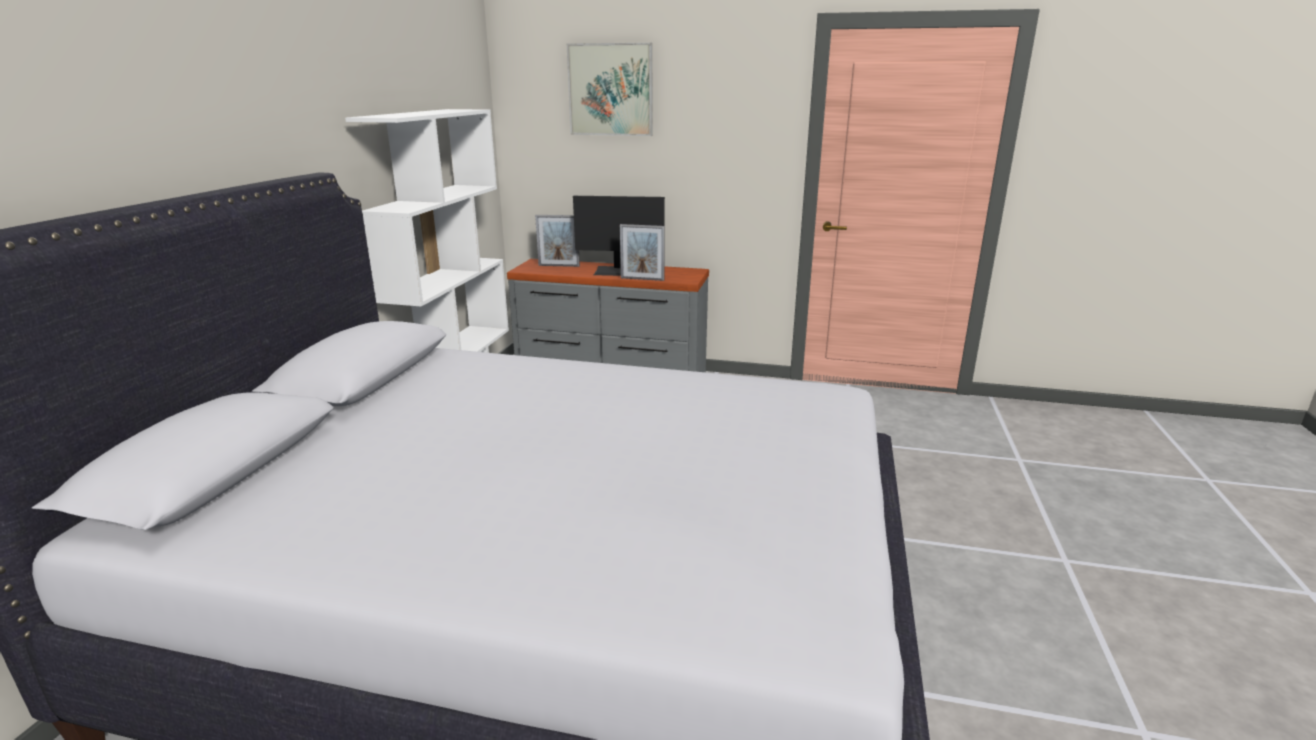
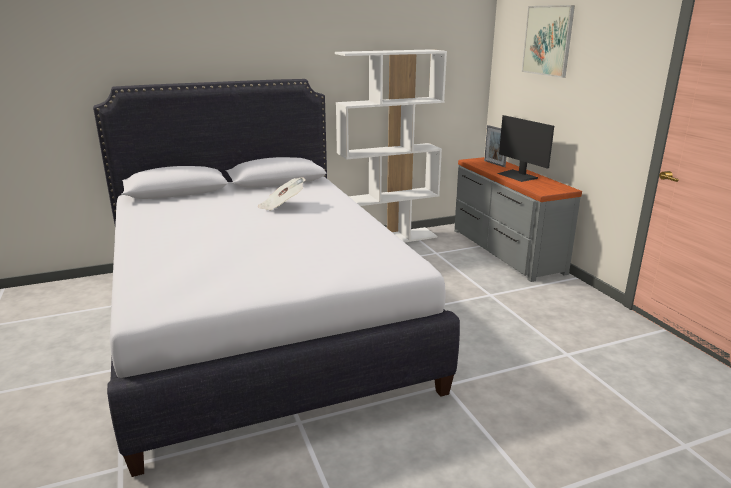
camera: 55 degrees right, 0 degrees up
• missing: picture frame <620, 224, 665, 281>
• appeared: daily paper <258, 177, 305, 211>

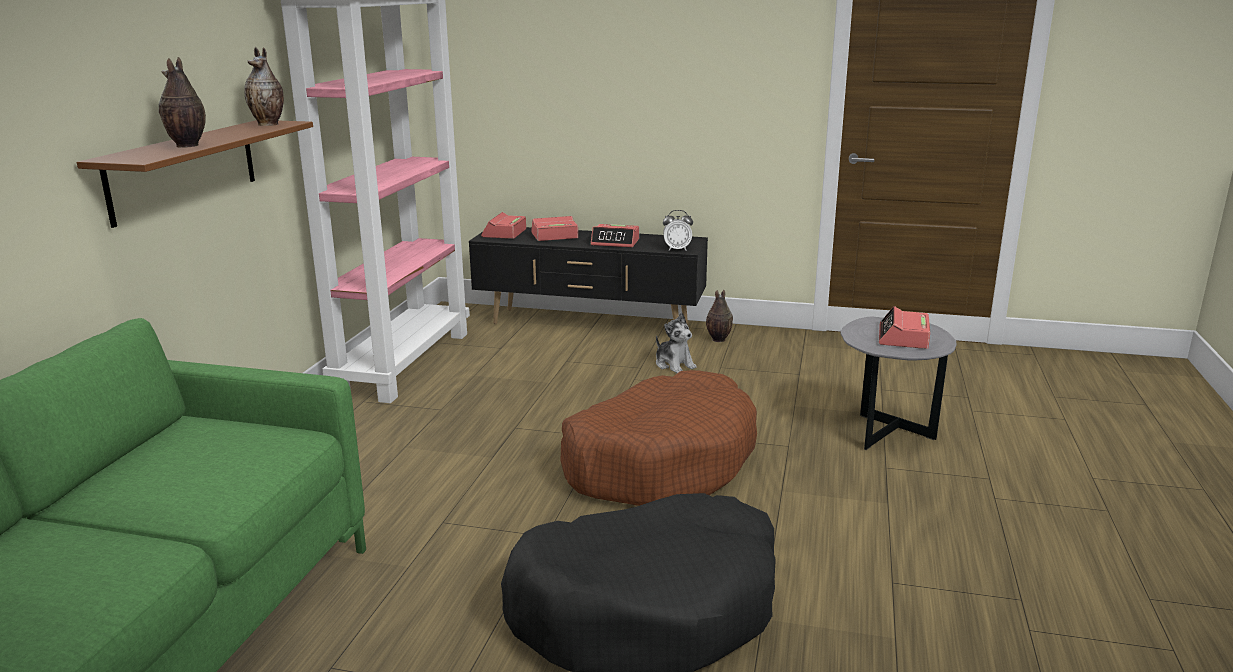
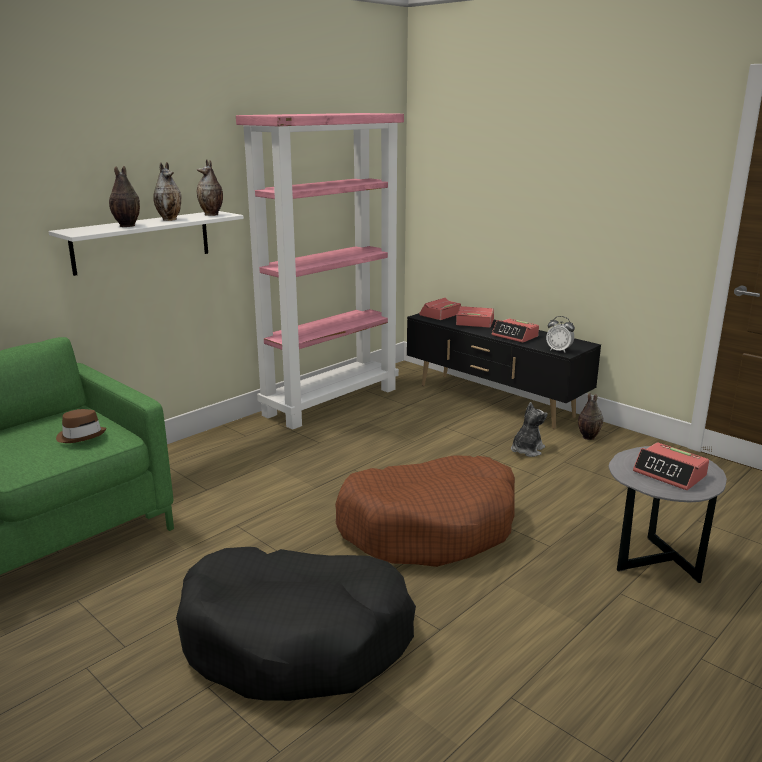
camera: 30 degrees right, 0 degrees up
• appeared: brown-coloured clothing hat <56, 409, 106, 443>
• appeared: vase <153, 162, 182, 221>
• colour: brown-coloured shelf <77, 120, 313, 228> to white shelf <49, 211, 244, 276>
• spun: soft toy <656, 312, 697, 373> = <511, 402, 547, 457> 135 degrees counterclockwise
• spun: bedside clock <879, 306, 930, 349> = <633, 442, 709, 490> 90 degrees counterclockwise

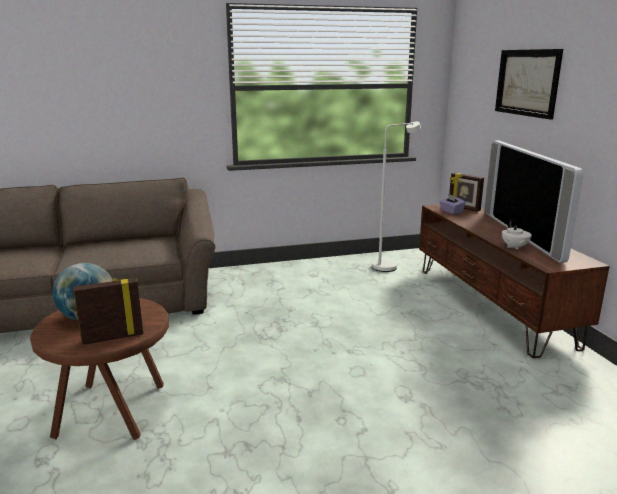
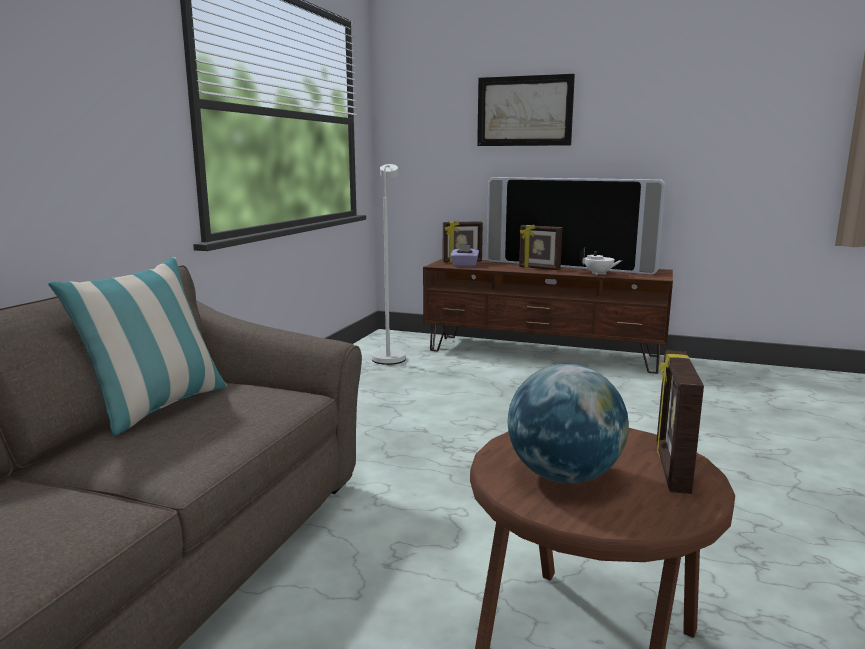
camera: 55 degrees left, 5 degrees down
• appeared: cushion <48, 257, 227, 436>
• appeared: picture frame <519, 224, 563, 270>

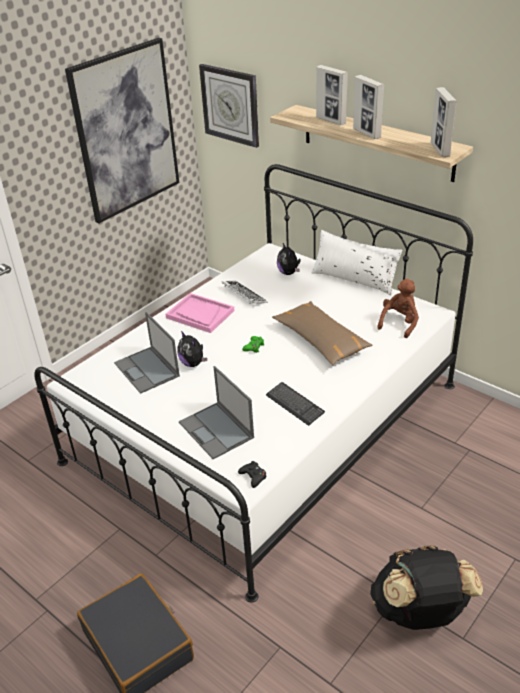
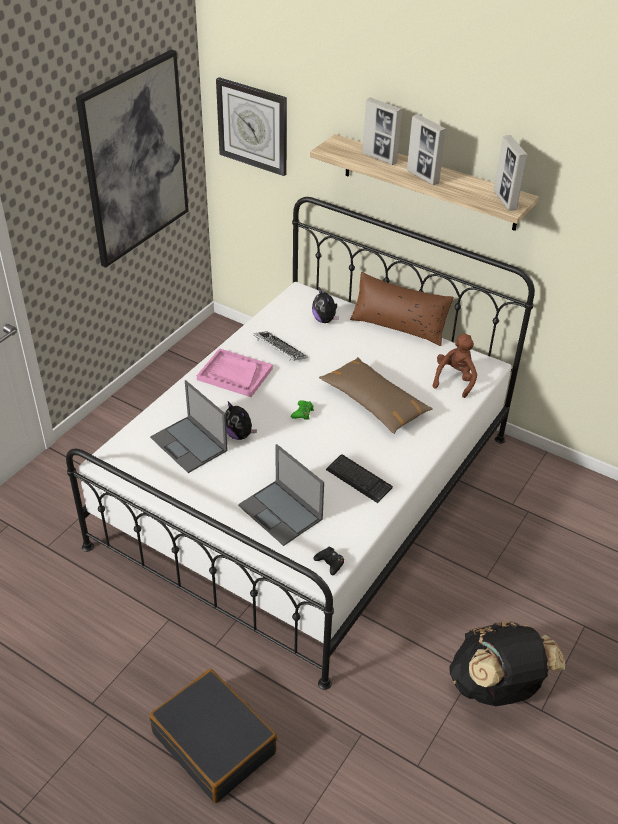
camera: 10 degrees left, 5 degrees up
• colour: white cushion <311, 230, 402, 295> to brown-coloured cushion <350, 272, 454, 346>

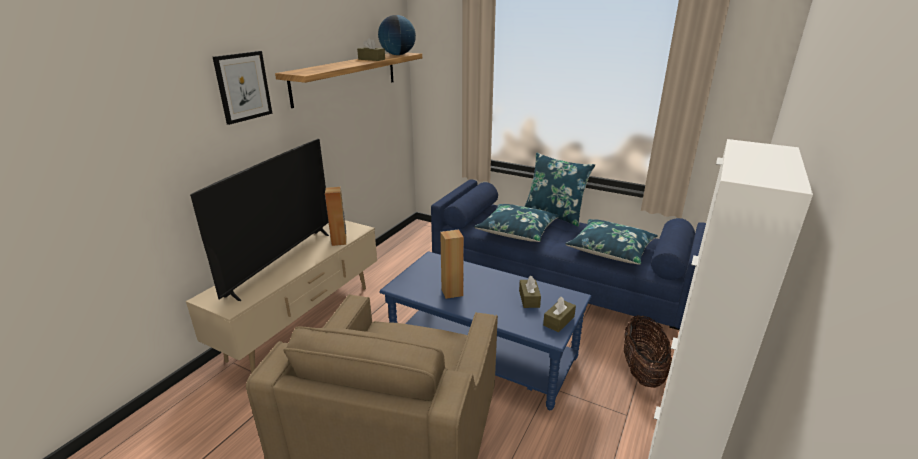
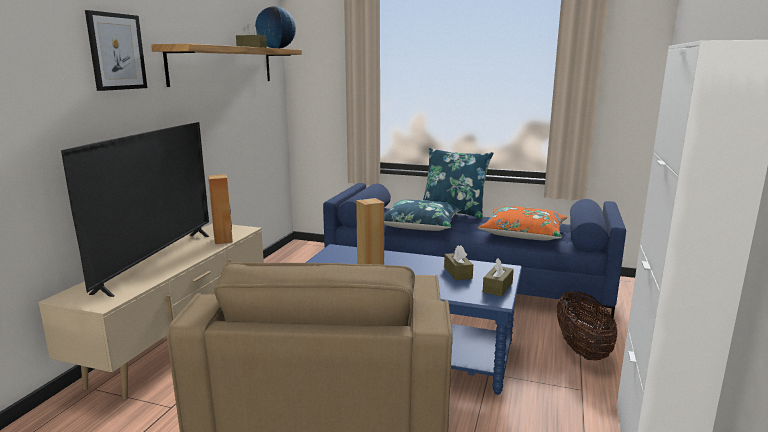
camera: 10 degrees left, 10 degrees down
• colour: blue cushion <565, 219, 658, 265> to orangey cushion <478, 206, 567, 241>

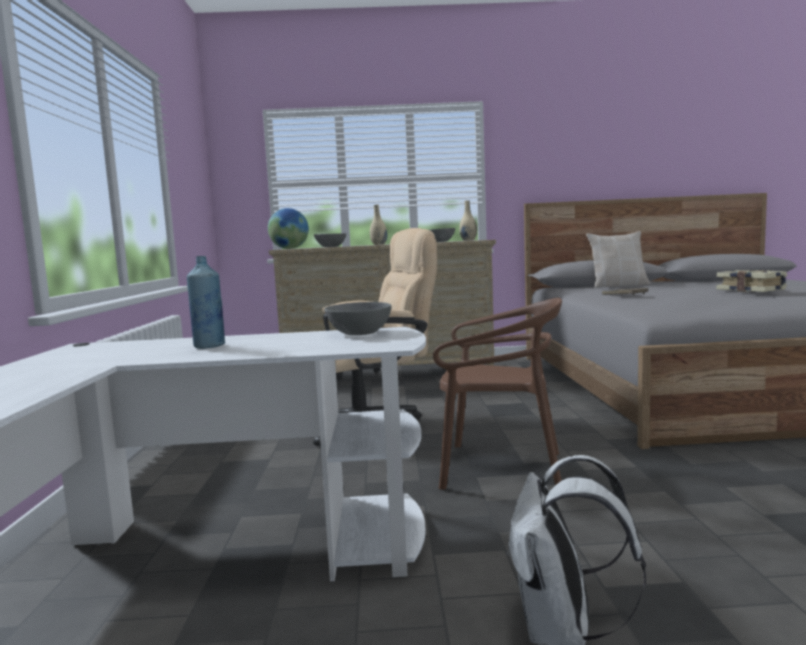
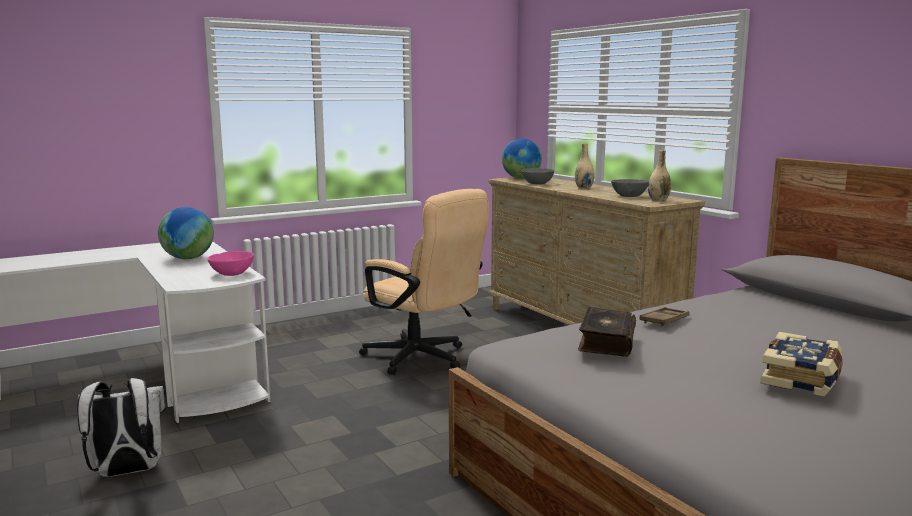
camera: 60 degrees right, 5 degrees up
• missing: brown-coloured plain chair <433, 298, 562, 490>
• missing: beige cushion <586, 231, 650, 288>
• appeared: book <578, 307, 636, 357>
• exchanged: blue drink bottle <187, 256, 225, 349> to globe <158, 207, 214, 259>
• colour: greyish serving bowl <325, 302, 391, 335> to pink-coloured serving bowl <207, 251, 254, 276>

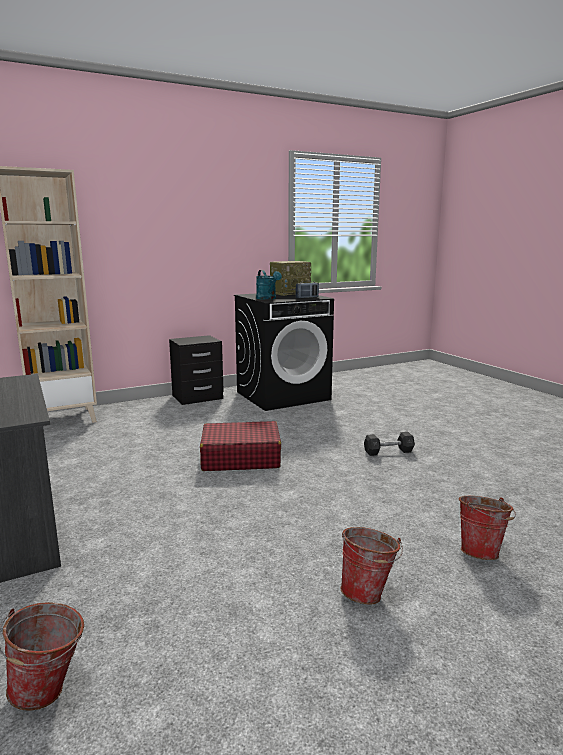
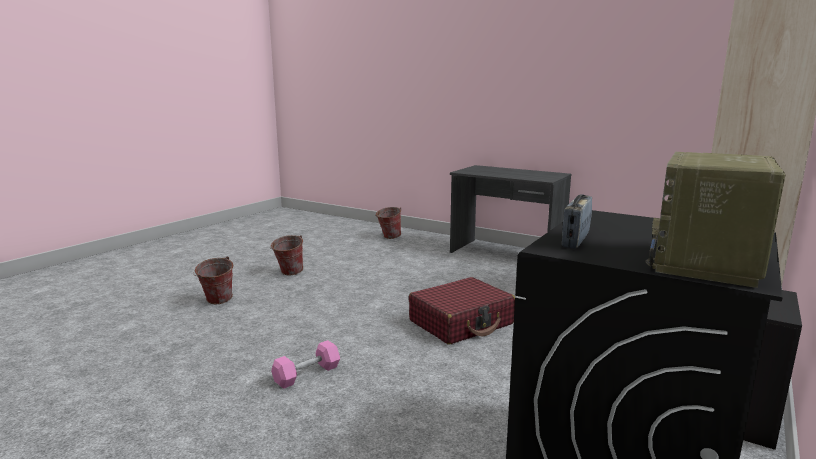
camera: 150 degrees right, 0 degrees up
• missing: blue-green watering pot <256, 270, 282, 300>
• colour: greyish hand weight <364, 432, 415, 456> to pink-coloured hand weight <271, 340, 340, 389>

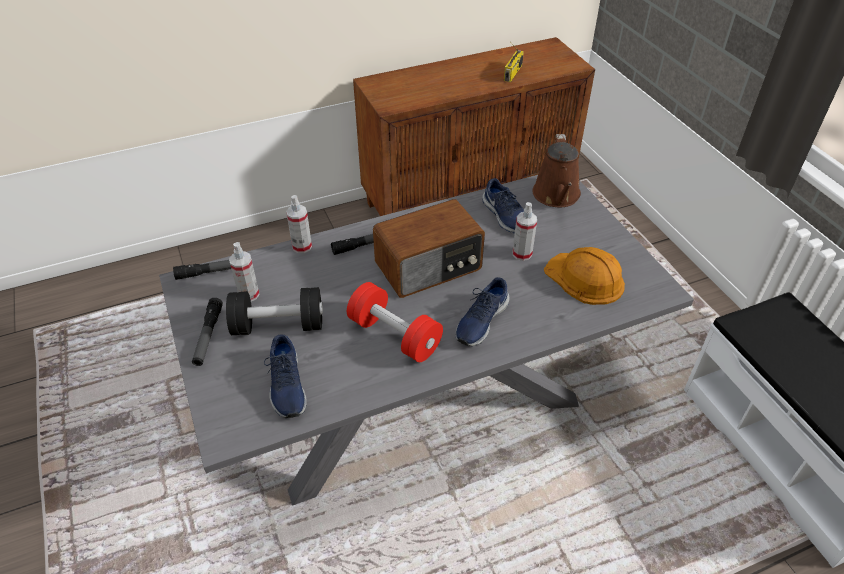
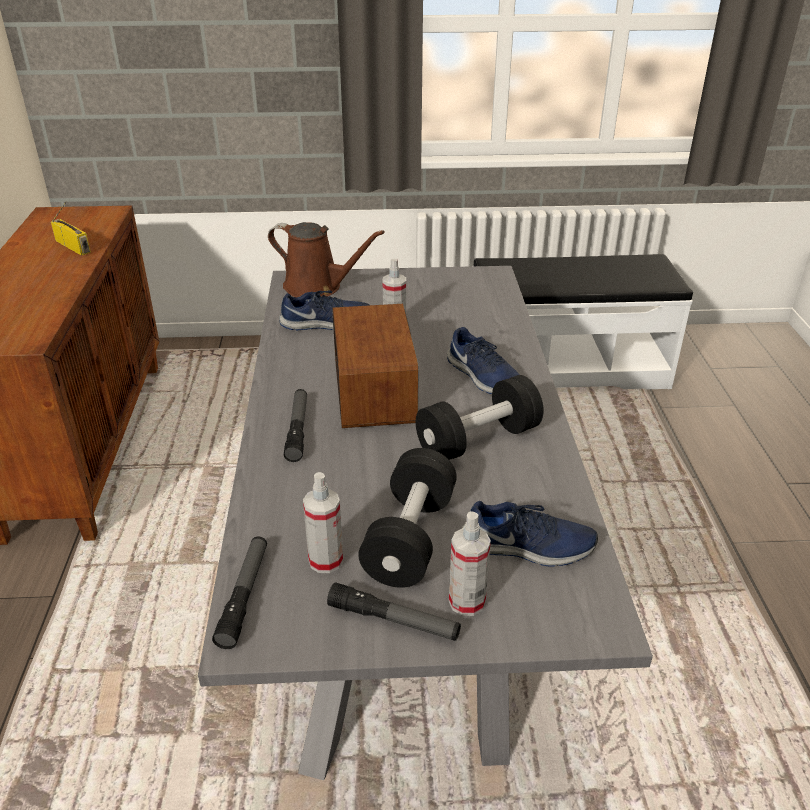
camera: 70 degrees left, 10 degrees down
• missing: orangey work helmet <544, 247, 625, 305>
• relocated: sprayer <286, 195, 312, 253> to <449, 511, 491, 616>
• colour: red-coloured hand weight <347, 282, 443, 362> to blackish hand weight <416, 375, 544, 460>

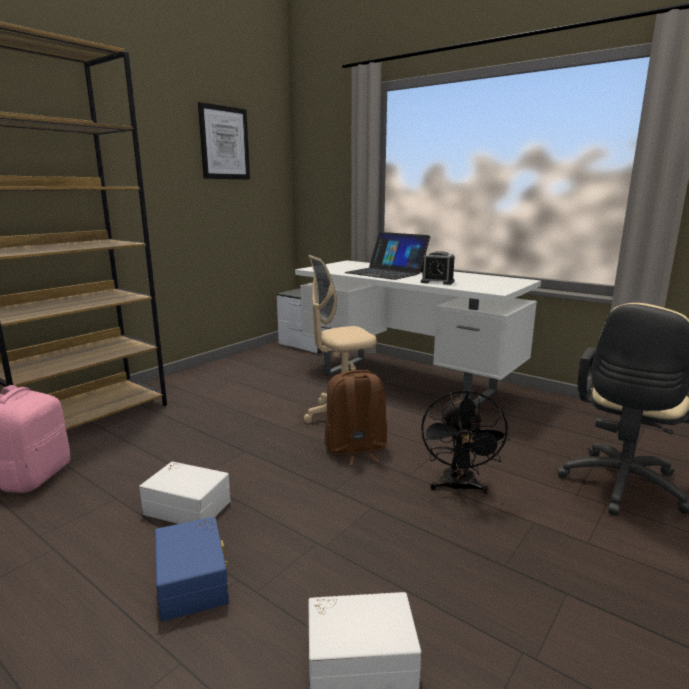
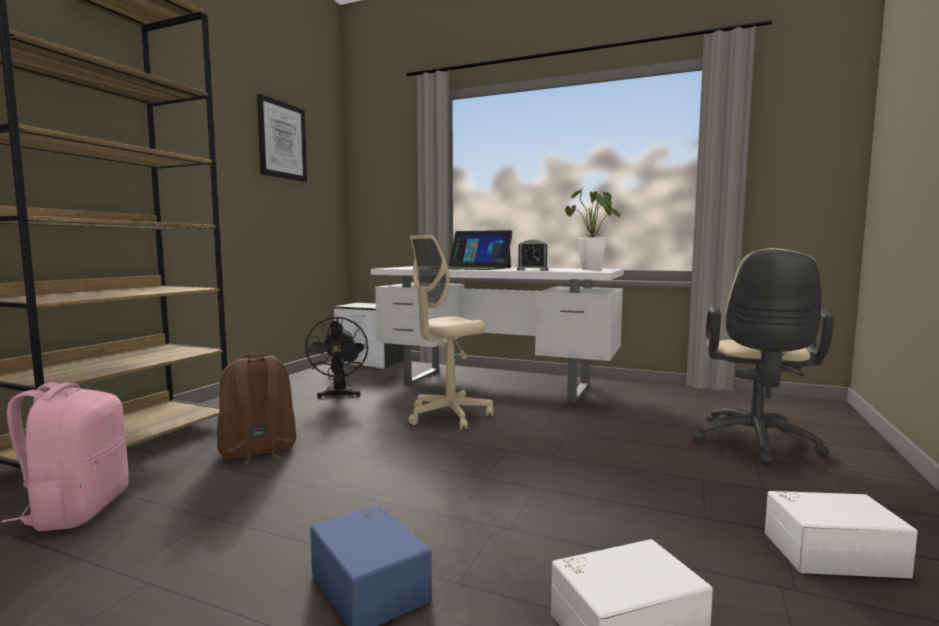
camera: 15 degrees left, 10 degrees down
• appeared: houseplant <565, 187, 620, 270>
• relocated: white storage container <139, 461, 231, 524> to <765, 491, 918, 578>
• relocated: brown-coloured knapsack <325, 370, 387, 465> to <217, 353, 296, 466>
• relocated: blackish fan <421, 390, 510, 494> to <304, 316, 368, 398>

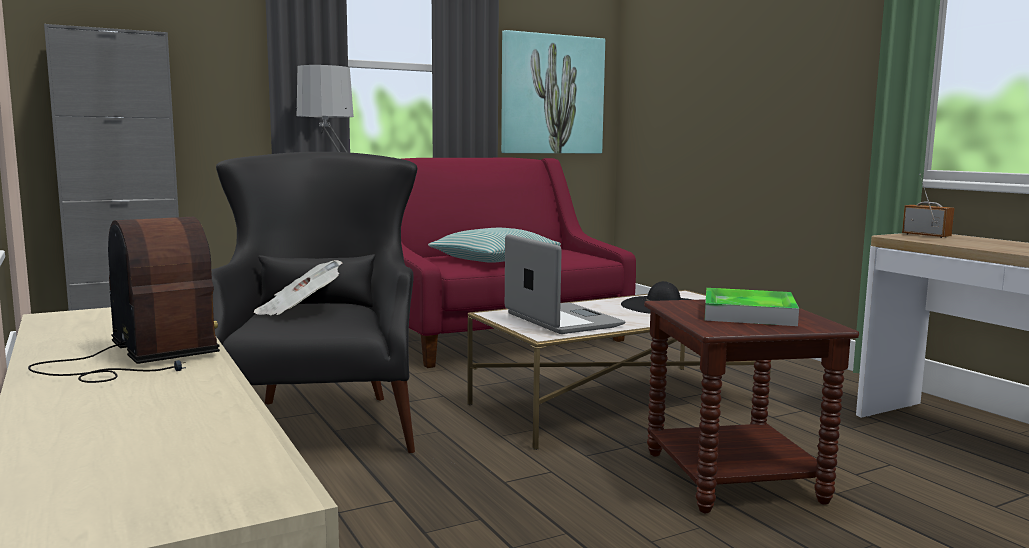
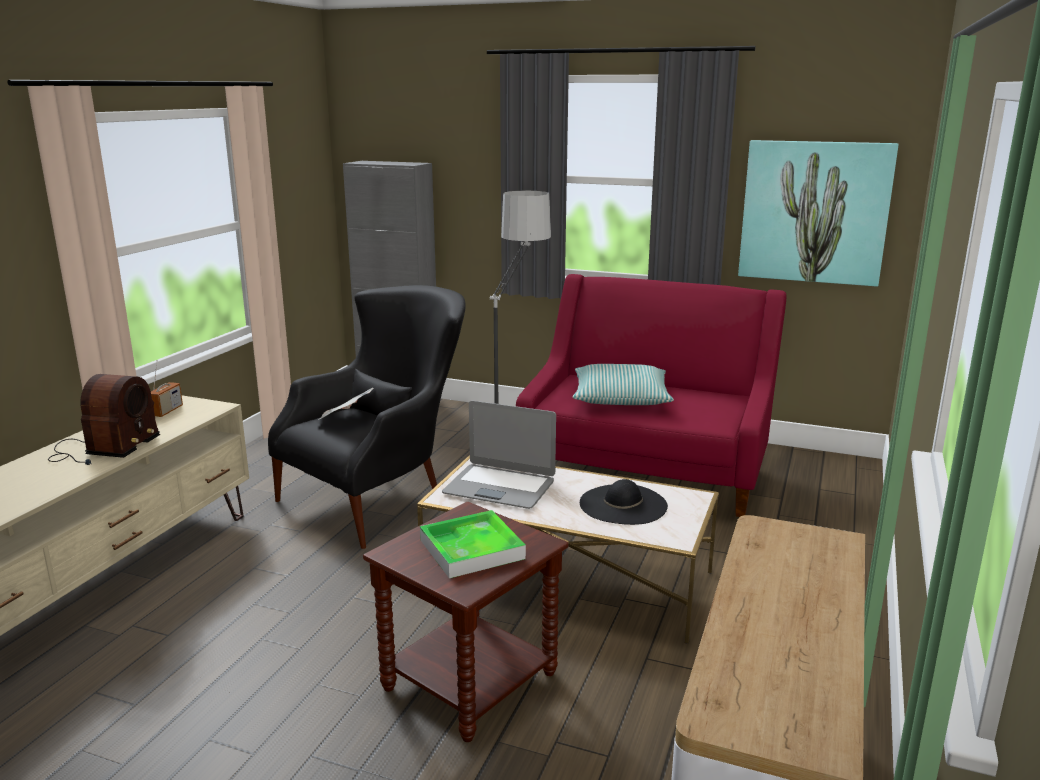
camera: 50 degrees right, 10 degrees up
• relocated: radio receiver <902, 174, 954, 238> to <151, 364, 183, 417>
• spun: portable computer <505, 234, 625, 334> = <442, 401, 556, 509> 90 degrees clockwise

